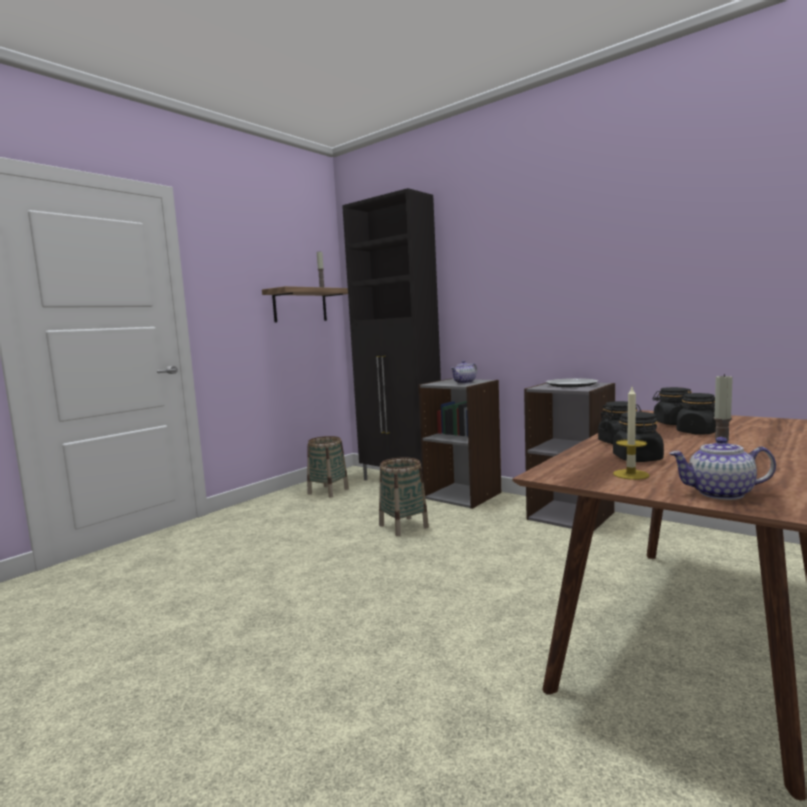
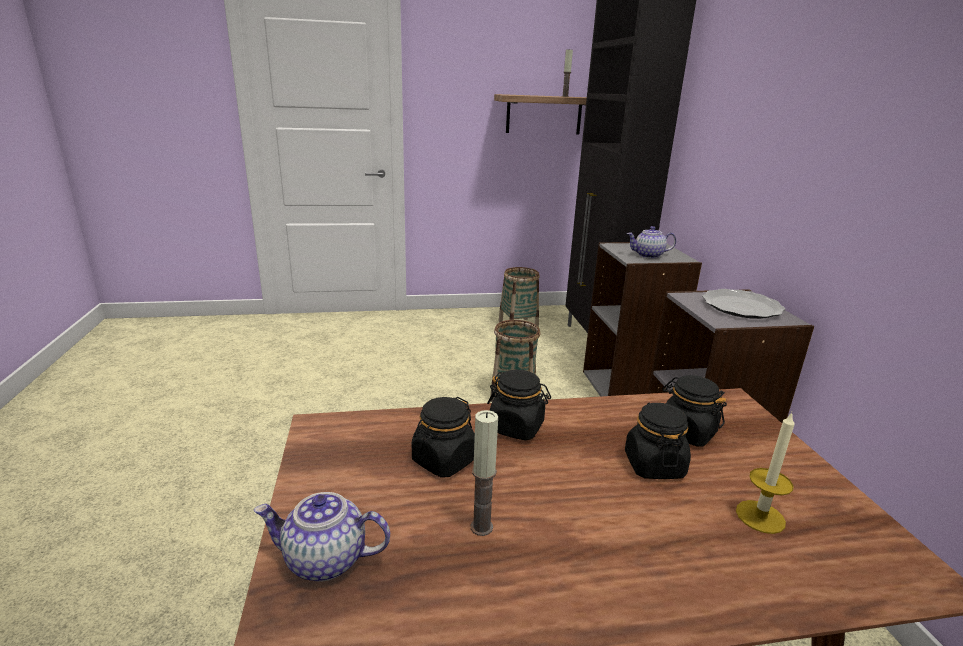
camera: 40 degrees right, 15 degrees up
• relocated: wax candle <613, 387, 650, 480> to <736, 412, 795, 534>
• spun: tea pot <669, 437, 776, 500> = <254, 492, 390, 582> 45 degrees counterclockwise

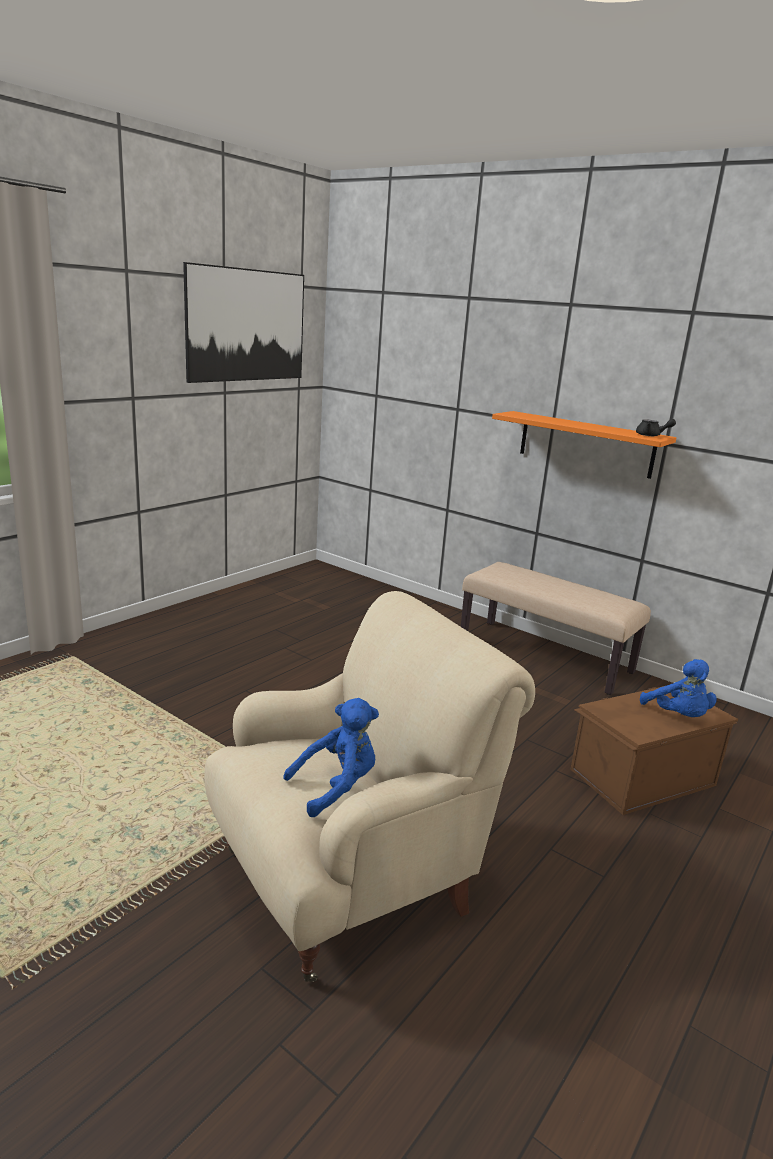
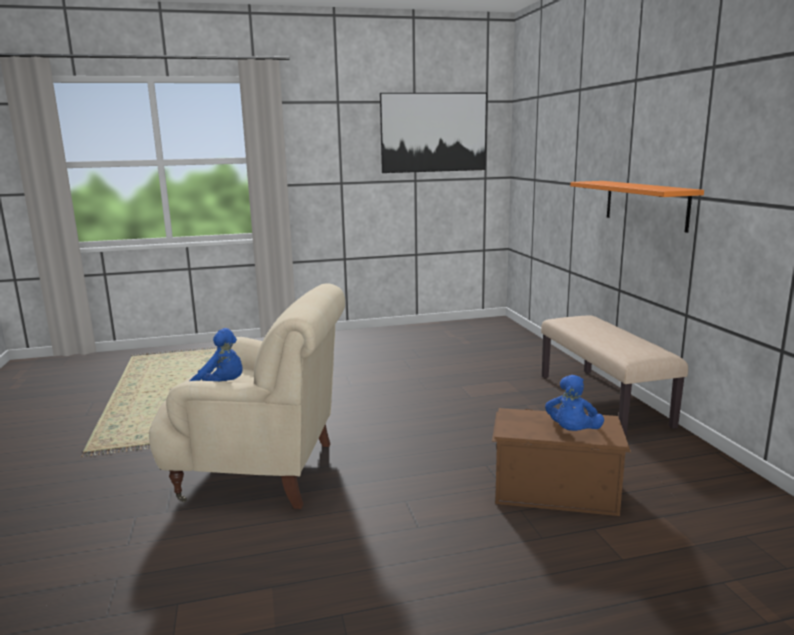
camera: 40 degrees right, 5 degrees down
• missing: blackish tea pot <636, 419, 676, 436>

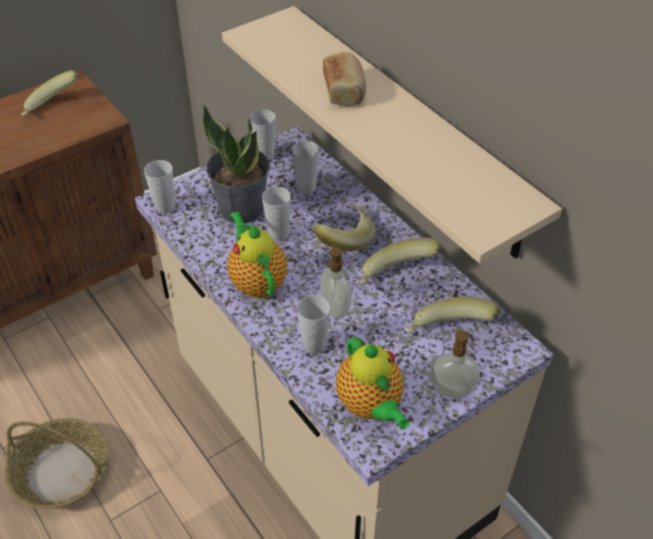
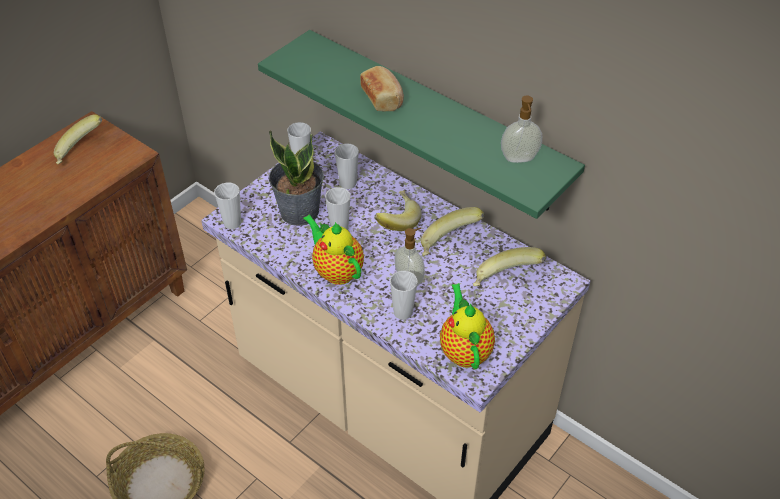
camera: 15 degrees left, 0 degrees up
• relocated: soap dispenser <429, 330, 480, 398> to <501, 96, 542, 163>
• colour: beige shelf <222, 6, 562, 263> to green shelf <258, 30, 585, 219>
• spun: tea pot <336, 335, 410, 430> = <440, 283, 495, 370> 150 degrees counterclockwise

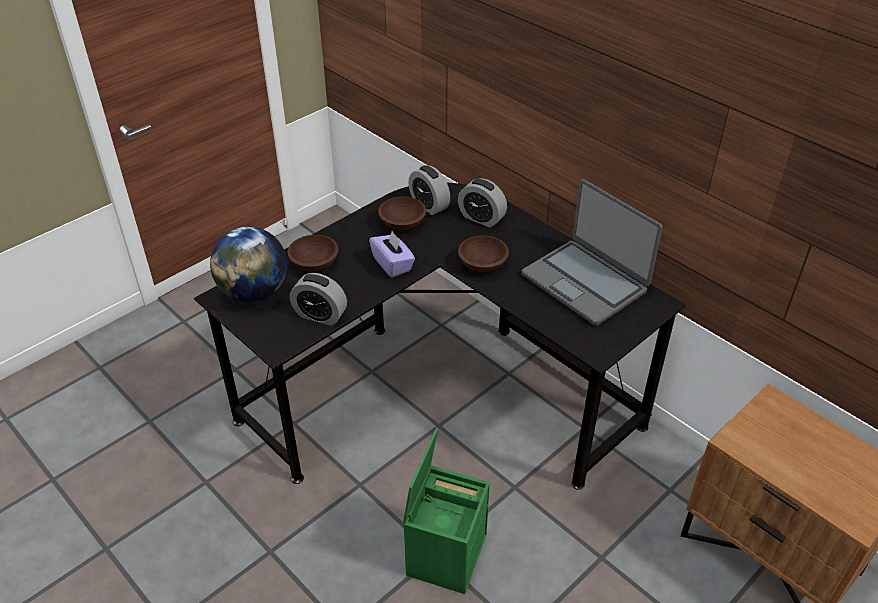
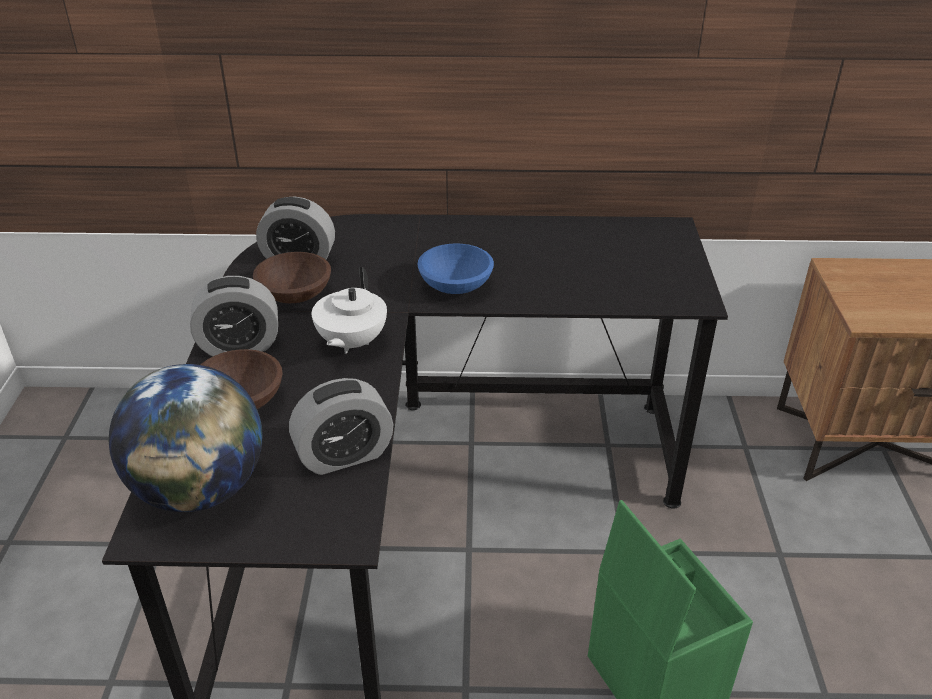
camera: 45 degrees left, 5 degrees down
• missing: portable computer <522, 179, 663, 326>
• relocated: bedside clock <458, 178, 507, 228> to <190, 276, 278, 356>
• exchanged: purple tissue box <369, 231, 415, 278> to white tea pot <312, 267, 387, 354>
• colour: brown-coloured serving bowl <458, 235, 509, 272> to blue serving bowl <417, 243, 494, 294>

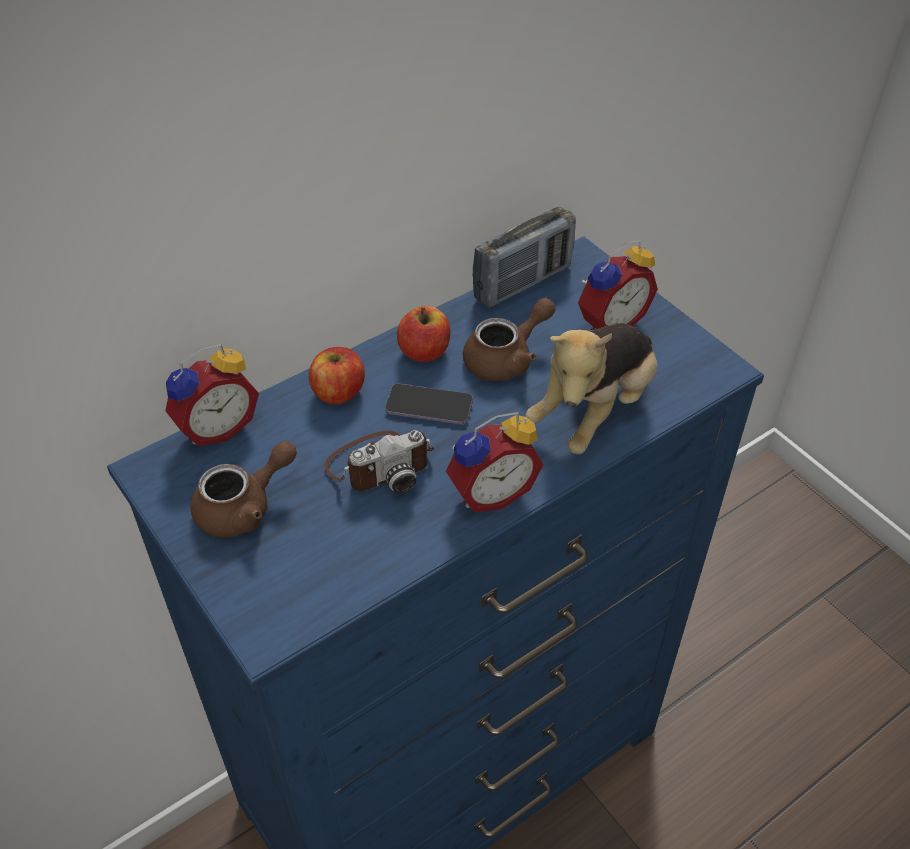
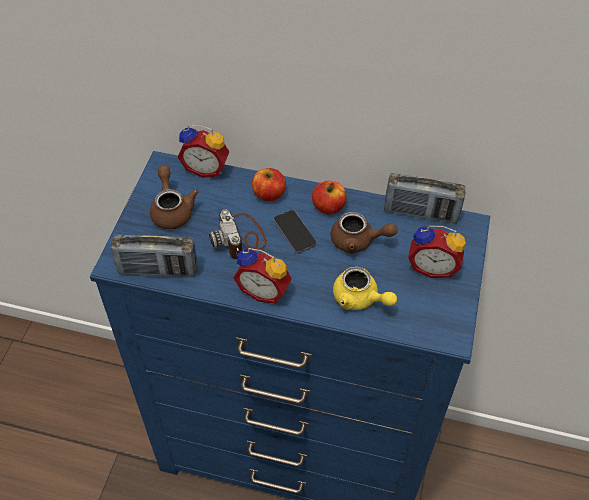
camera: 50 degrees right, 5 degrees up
• appeared: radio receiver <111, 235, 197, 278>
• exchanged: soft toy <525, 323, 657, 455> to yellow-coloured tea pot <333, 266, 397, 310>
• spun: brown-coloured tea pot <190, 441, 297, 538> = <150, 165, 199, 229> 120 degrees counterclockwise
• spun: photo camera <324, 430, 434, 493> = <209, 209, 267, 259> 45 degrees clockwise

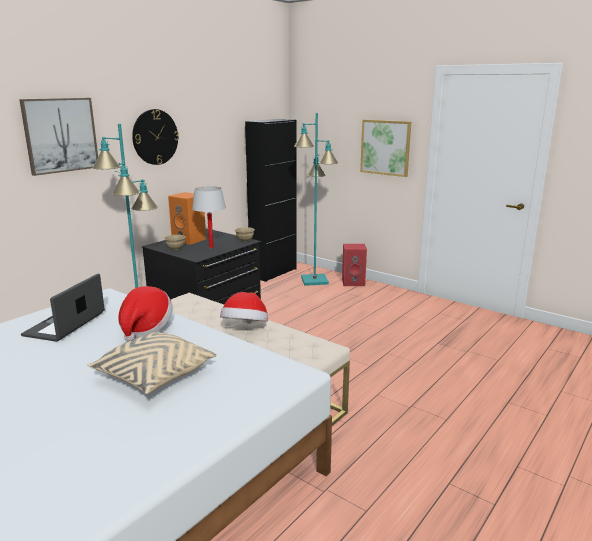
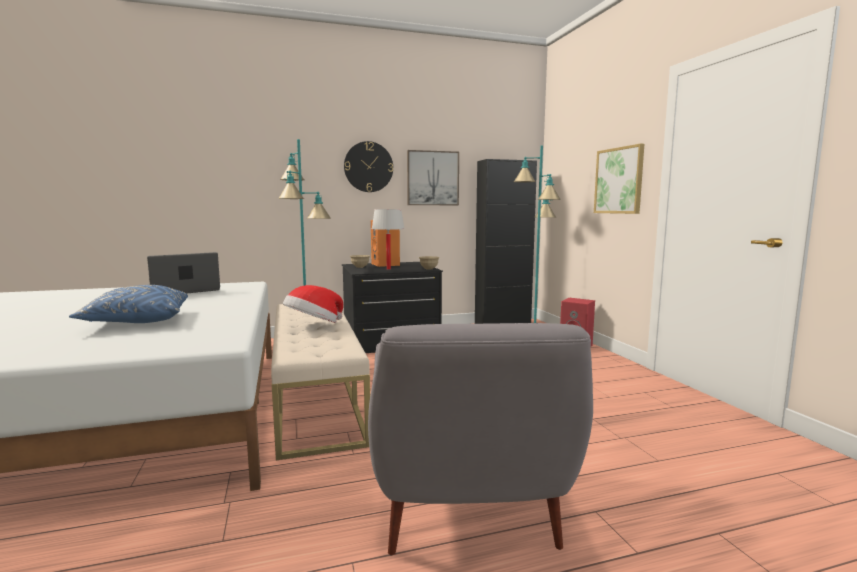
camera: 35 degrees right, 10 degrees down
• missing: clothing hat <118, 286, 173, 341>
• appeared: greyish lounge chair <368, 323, 593, 555>
• relocated: picture <19, 98, 98, 176> to <407, 150, 459, 205>
• colour: beige cushion <88, 332, 217, 394> to blue cushion <69, 285, 188, 323>

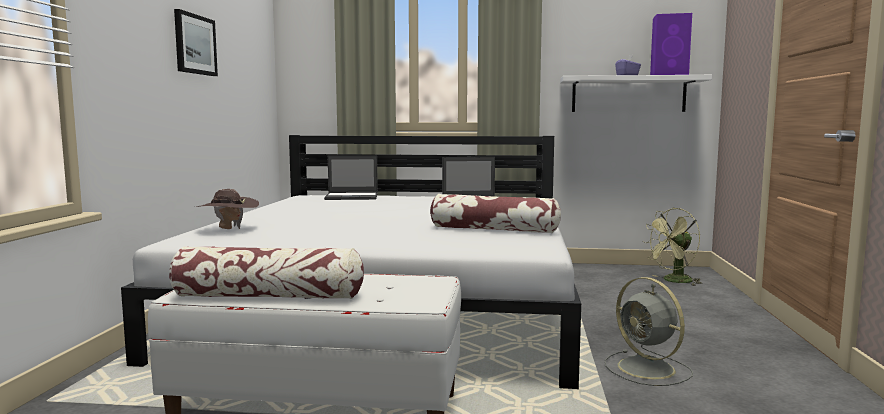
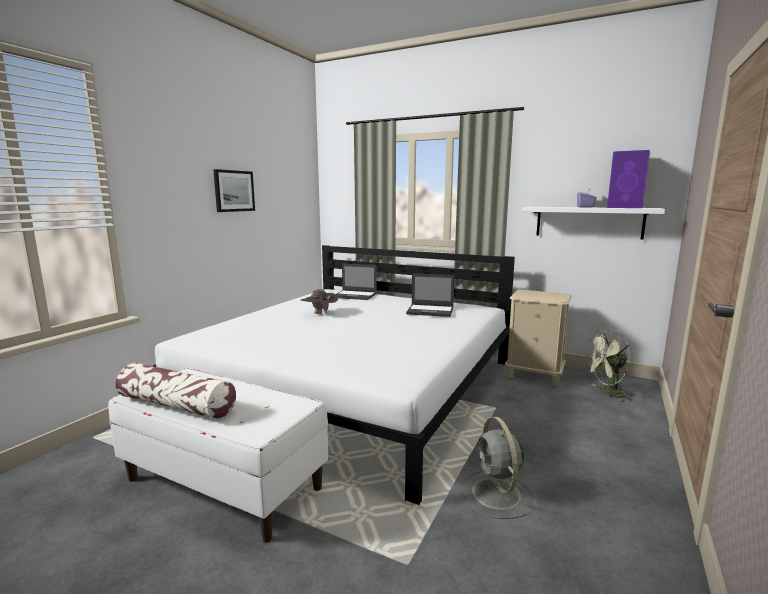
camera: 20 degrees right, 5 degrees up
• missing: cushion <430, 194, 561, 233>
• appeared: beige bedside table <505, 289, 572, 386>
• relocated: brown-coloured clothing hat <196, 189, 259, 229> to <301, 289, 339, 314>

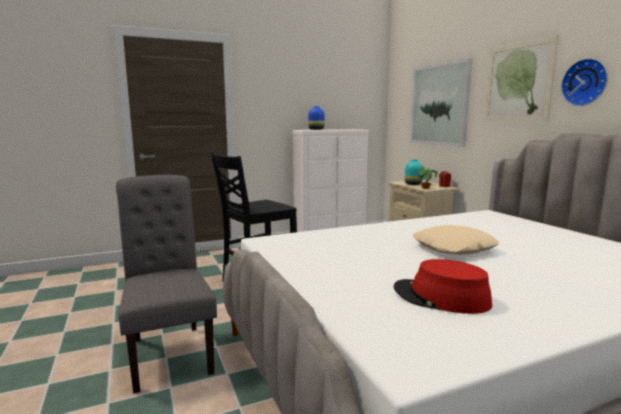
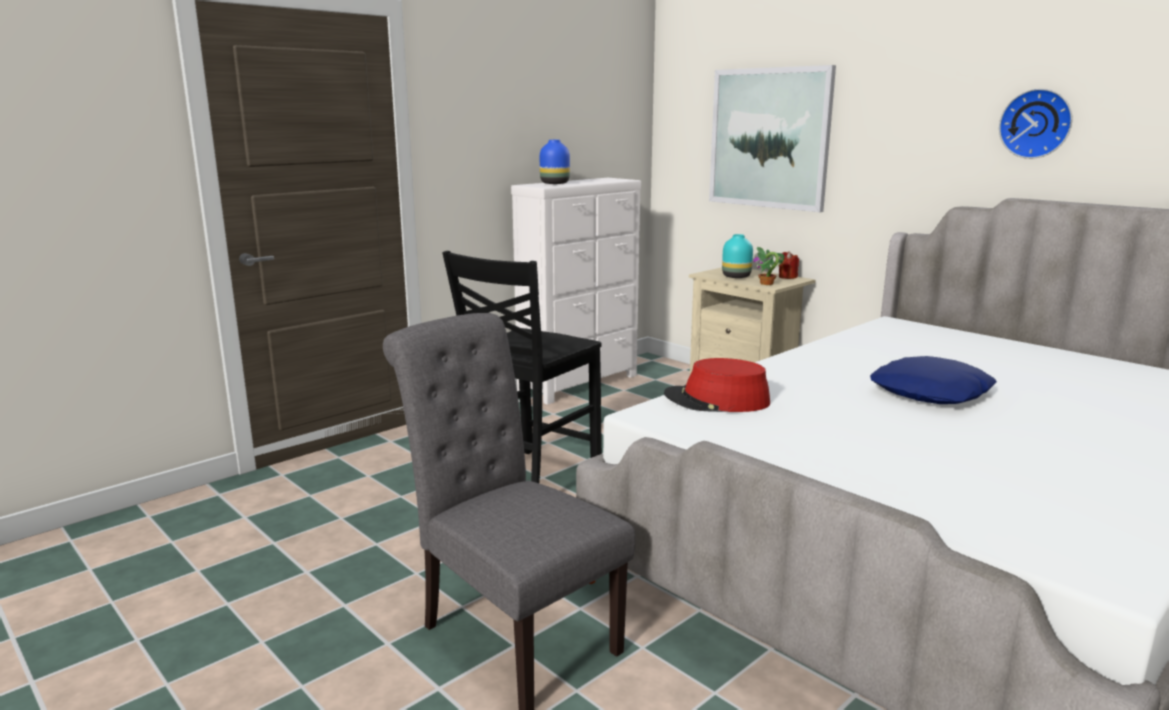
camera: 20 degrees left, 5 degrees up
• missing: picture <484, 35, 559, 121>
• relocated: red-coloured clothing hat <394, 259, 492, 314> to <664, 358, 770, 412>
• colour: beige cushion <413, 225, 499, 255> to blue cushion <870, 356, 997, 404>

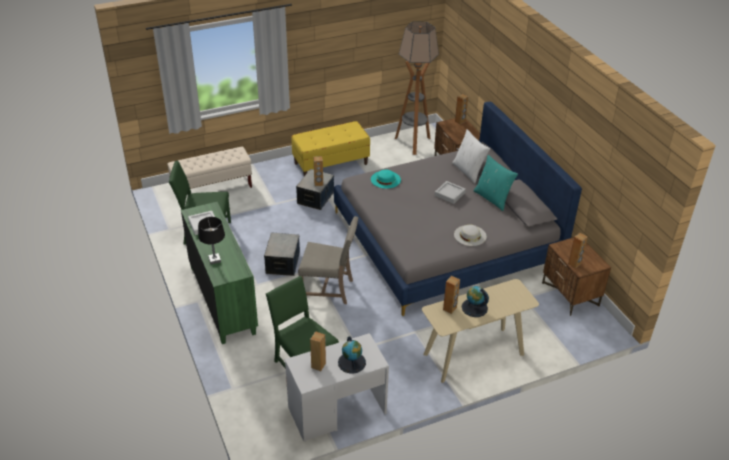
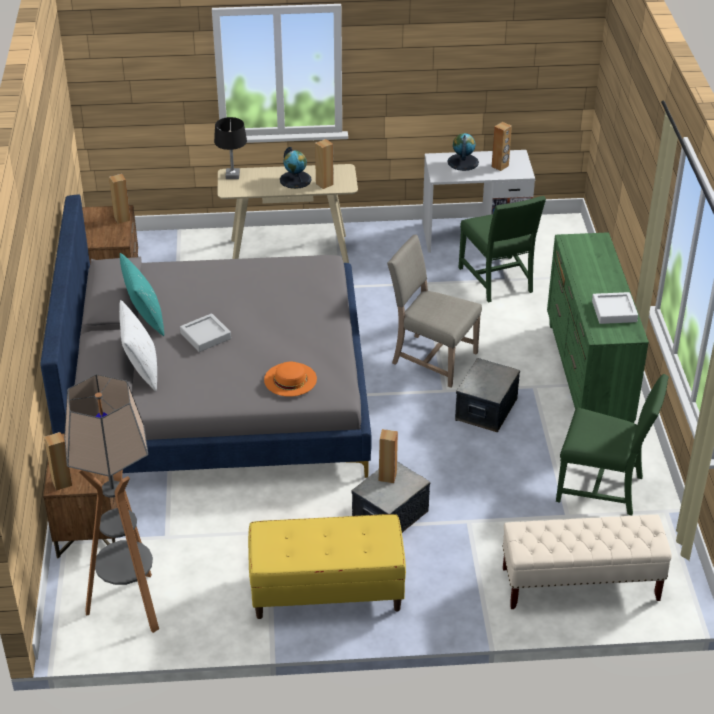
camera: 160 degrees left, 0 degrees up
• missing: white clothing hat <454, 225, 487, 246>
• relocated: blackish lamp for a table <198, 217, 225, 265> to <214, 117, 247, 179>
• colour: blue-green clothing hat <371, 170, 401, 189> to orangey clothing hat <264, 361, 317, 397>

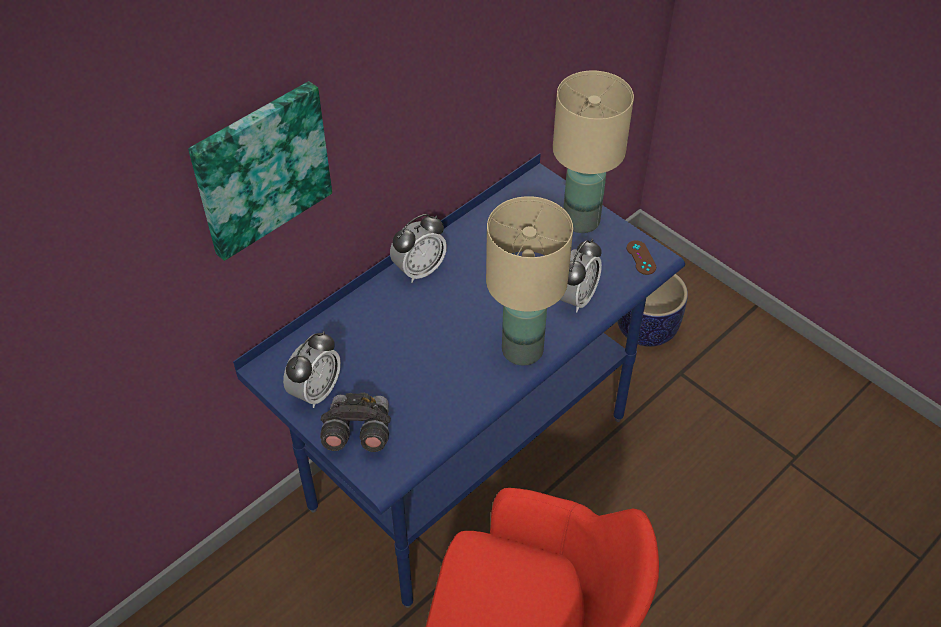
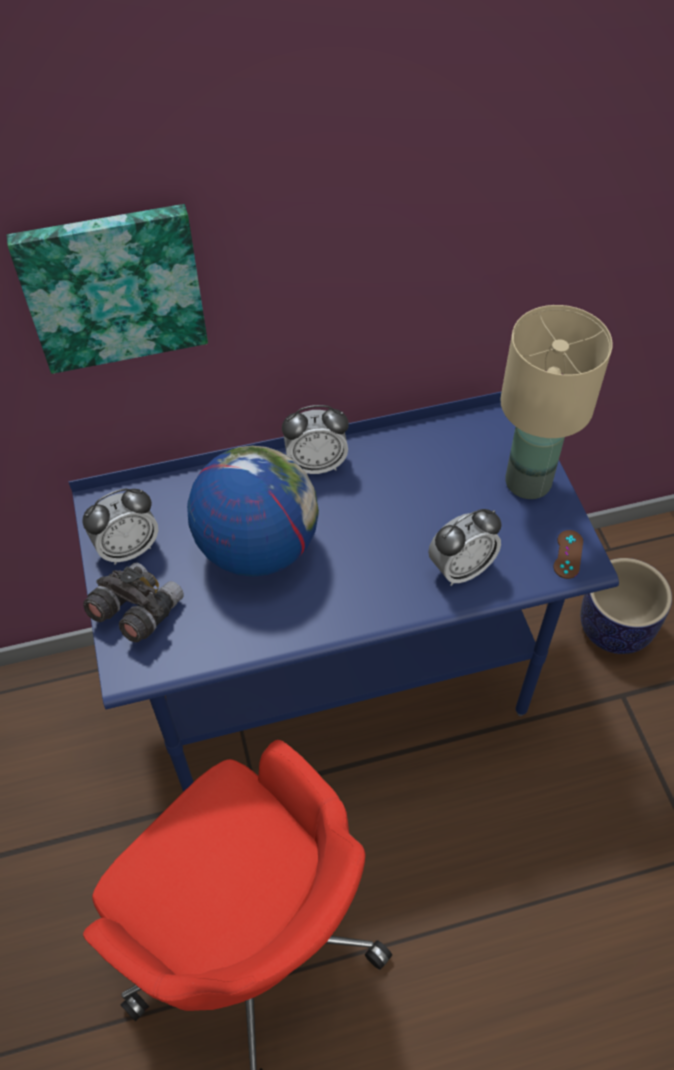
camera: 30 degrees right, 5 degrees up
• missing: beige lamp for a table <486, 196, 573, 366>
• appeared: globe <187, 446, 319, 577>

